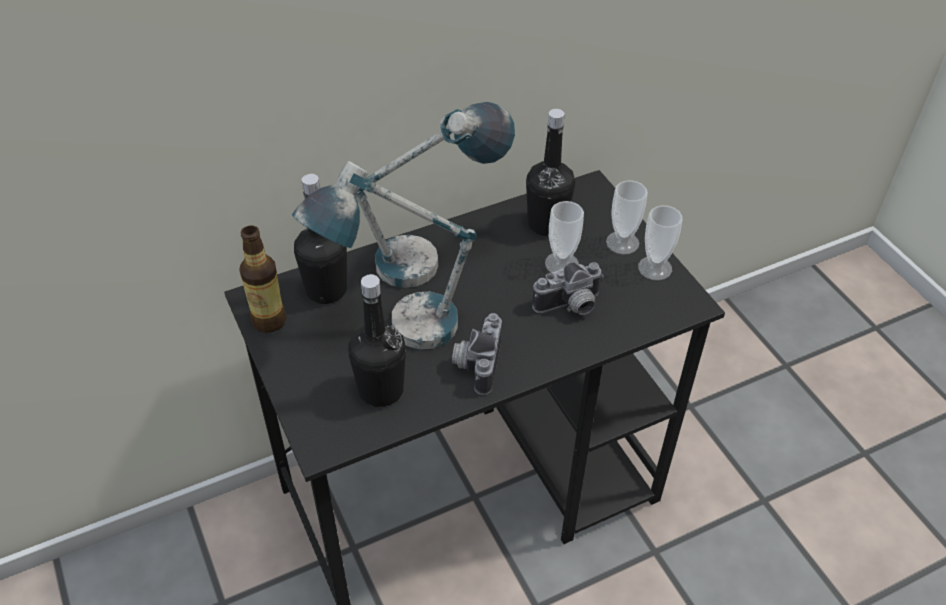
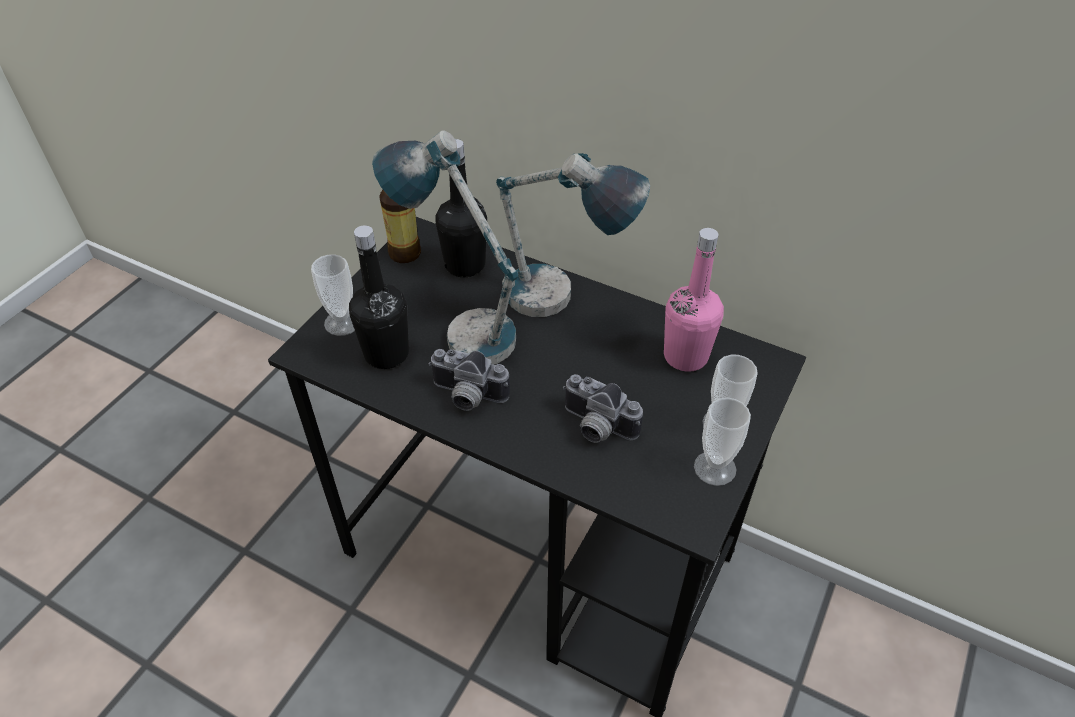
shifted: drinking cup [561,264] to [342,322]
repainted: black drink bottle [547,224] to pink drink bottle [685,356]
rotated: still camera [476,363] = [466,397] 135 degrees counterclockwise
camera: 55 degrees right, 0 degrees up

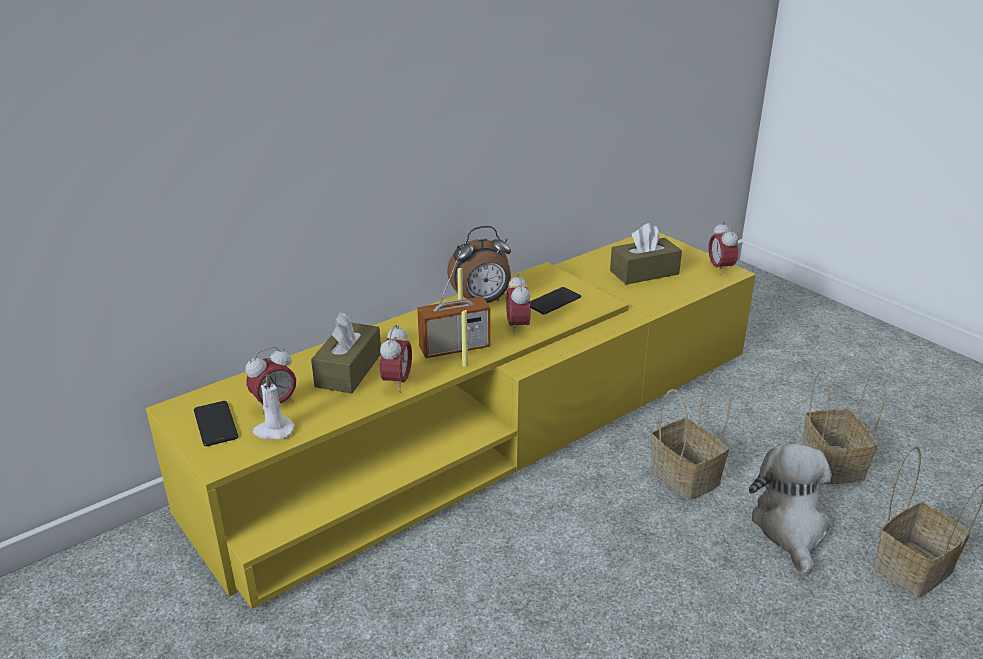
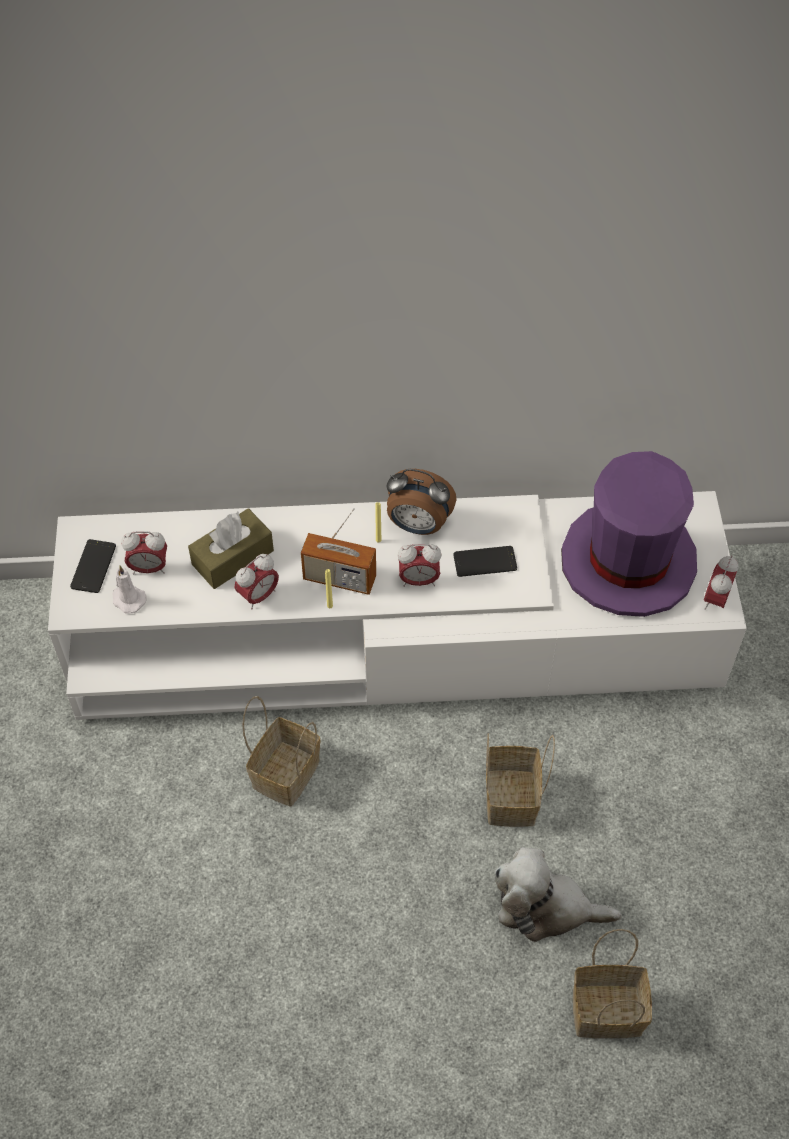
shifted: household basket [829,463] to [286,771]
swapped: brown-coloured box of tissues [644,272] to purplish wearable hat [627,562]
repainted: yellow tv unit [491,426] to white tv unit [394,637]
rotated: alarm clock [517,327] = [418,580] 120 degrees counterclockwise; plush toy [790,528] = [546,907] 120 degrees counterclockwise
camera: 35 degrees right, 25 degrees up

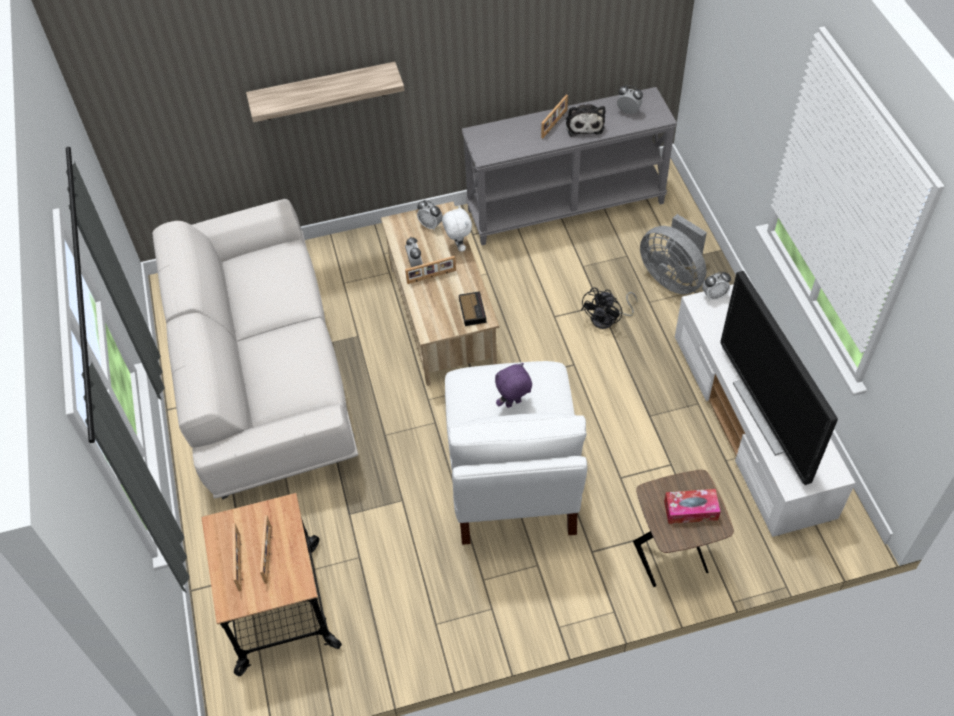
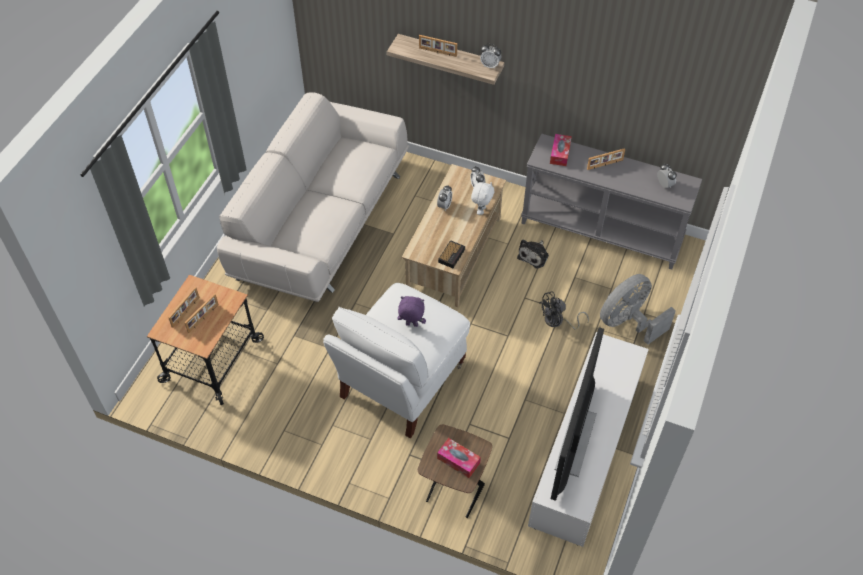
new: box of tissues [560,153]
shifted: photo frame [431,277] to [437,52]; alarm clock [714,296] to [490,65]; plush toy [584,124] to [534,255]
rotated: grey electric fan [672,277] = [628,322] 60 degrees clockwise
camera: 35 degrees right, 0 degrees up

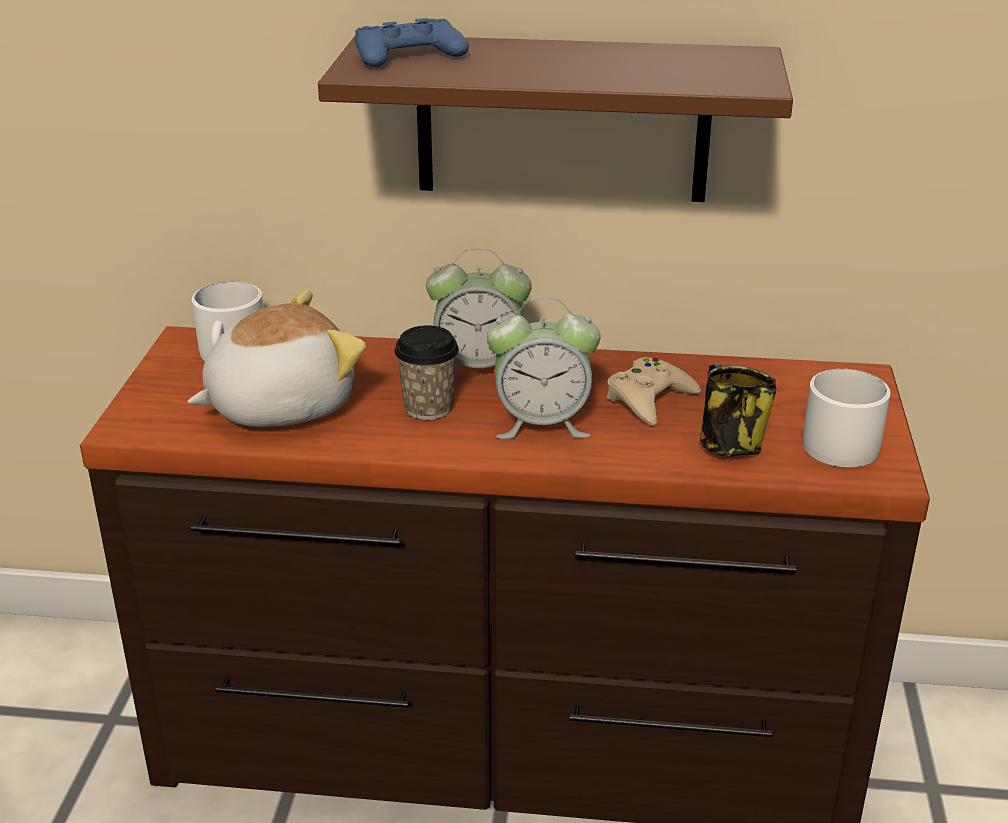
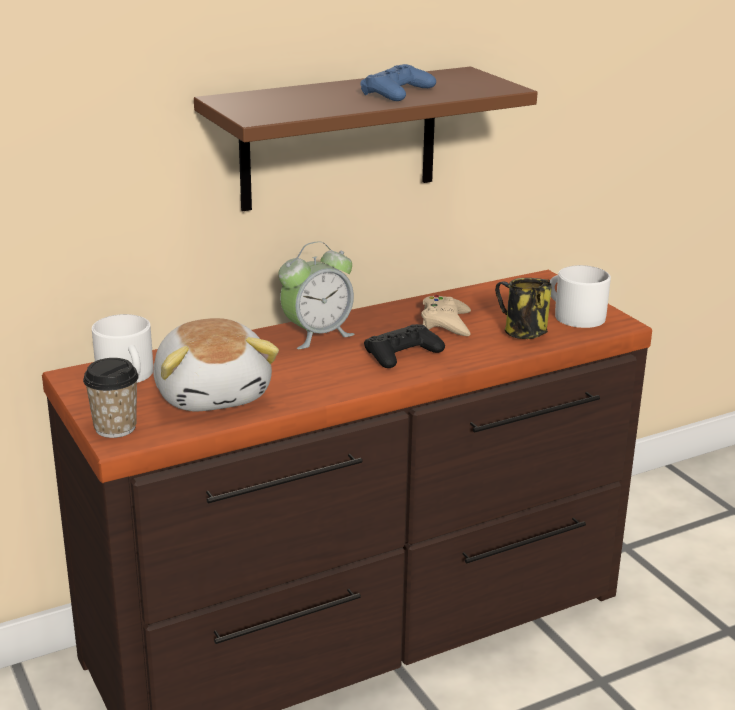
shifted: drinking cup [428,407] to [115,428]; bluish gamepad [408,56] to [397,92]
swapped: alarm clock [542,423] to black gamepad [402,354]
rotated: plush toy [279,405] = [214,394] 135 degrees clockwise
camera: 35 degrees left, 5 degrees down

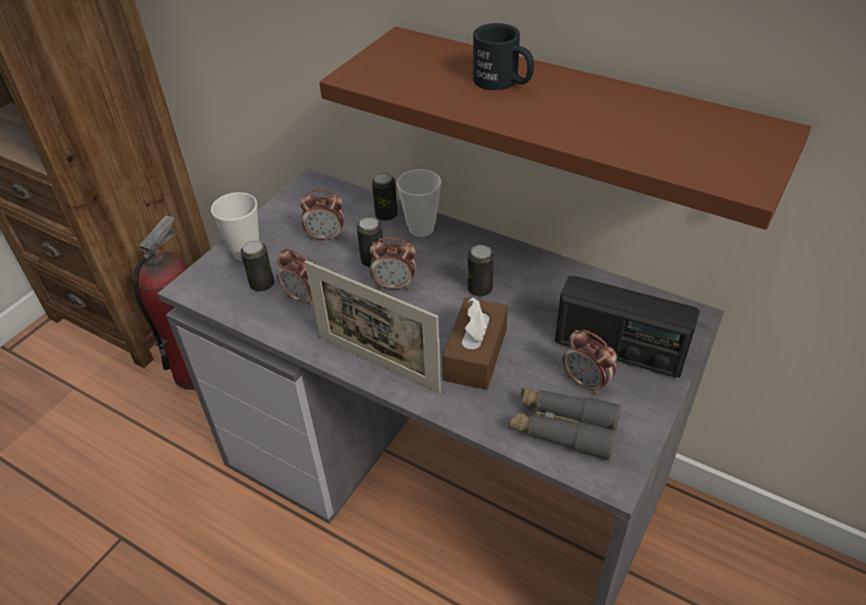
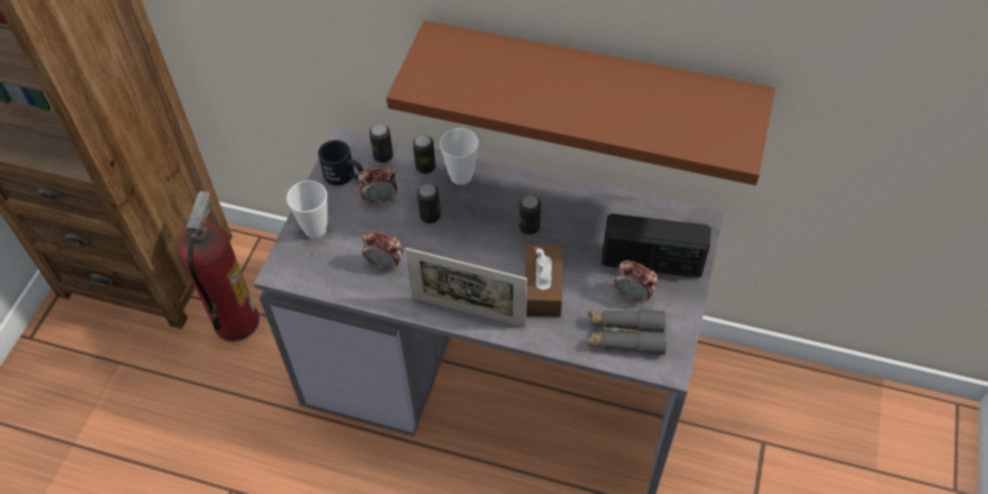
gone: alarm clock [395,285]
shifted: black coffee mug [503,82] to [345,176]; can [262,284] to [383,156]
camera: 15 degrees left, 10 degrees up

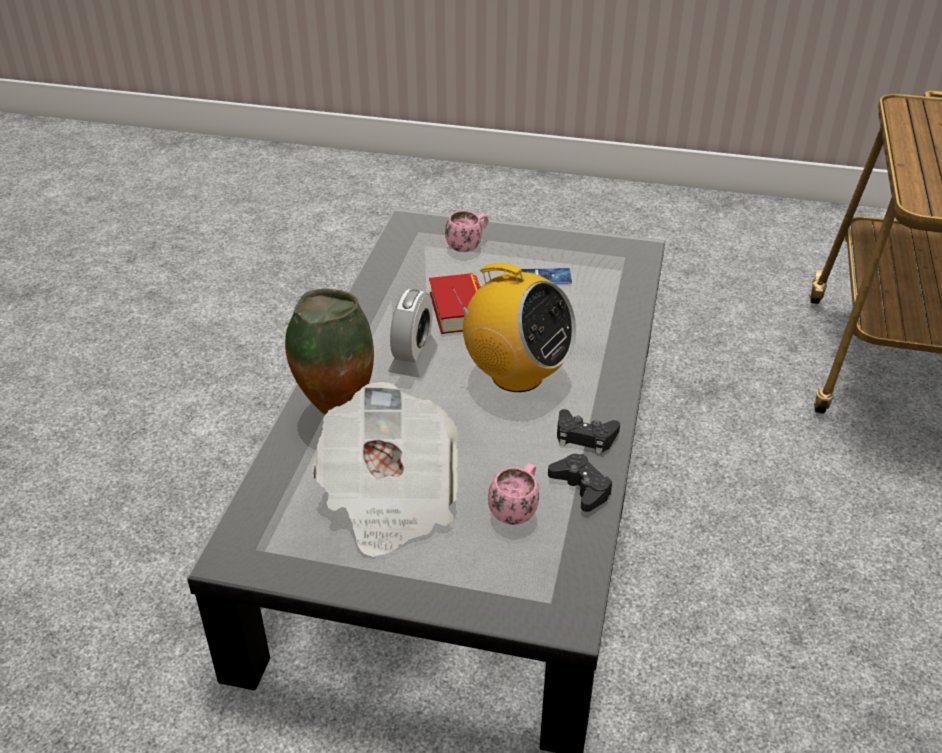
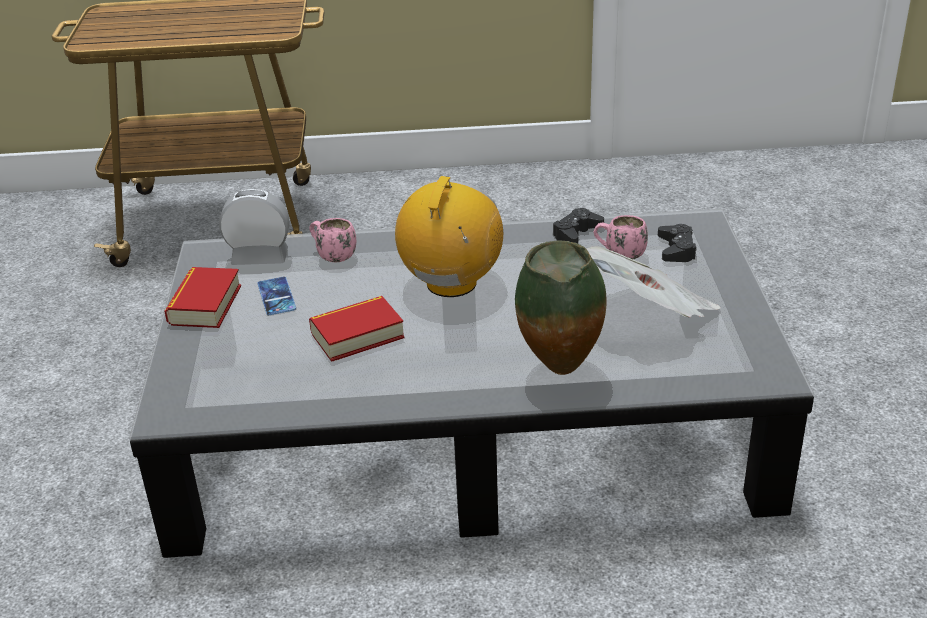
new: volume [205,305]
shifted: alarm clock [413,360] to [260,257]; pink coffee mug [468,245] to [332,256]; black gamepad [585,437] to [676,249]
camera: 105 degrees left, 5 degrees down

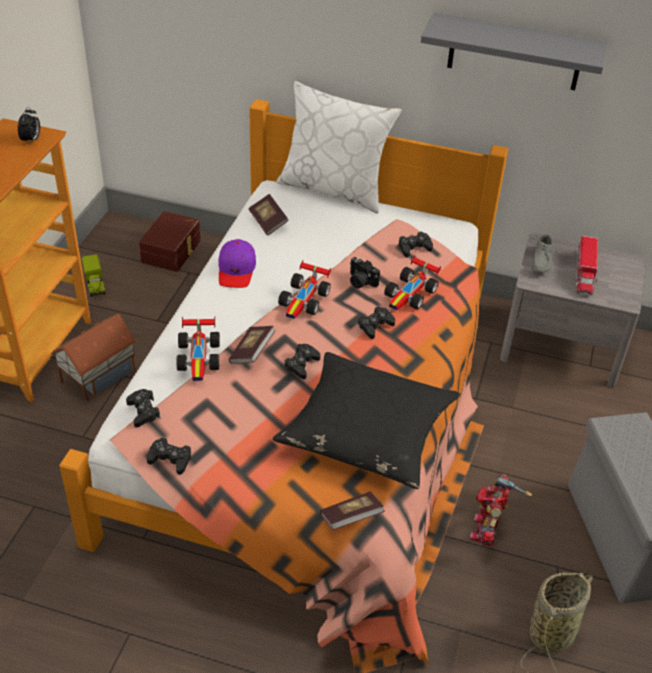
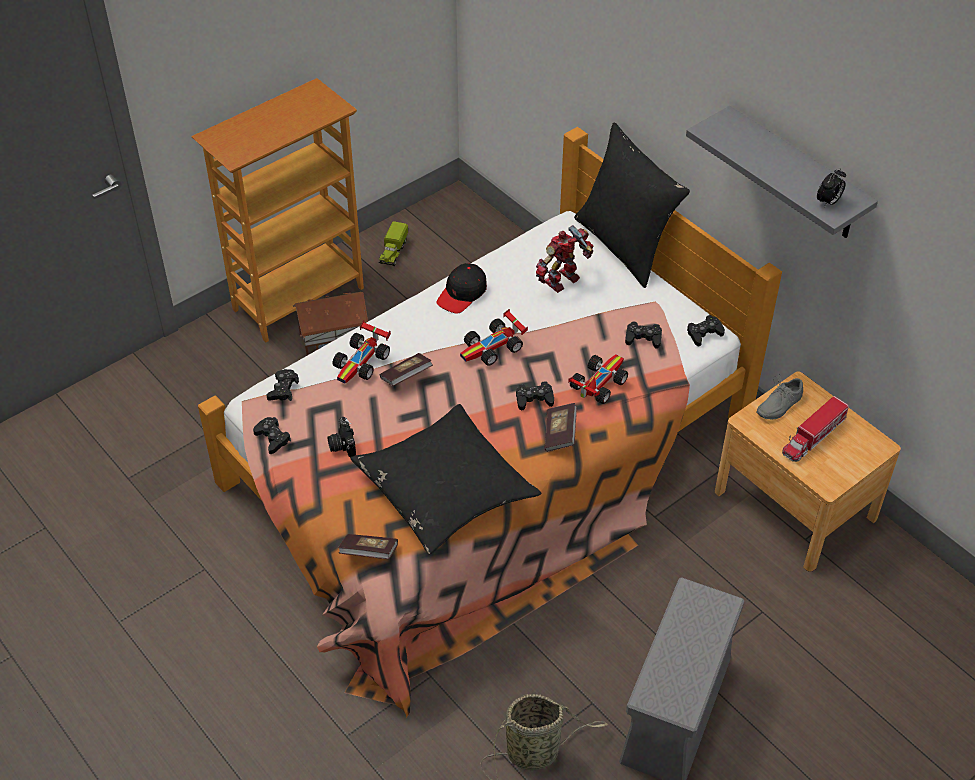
gone: brown-coloured storage bin [172,251]
shifted: still camera [360,282] to [342,445]; robot figure [487,530] to [563,282]; volume [268,222] to [560,434]; black gamepad [301,364] to [704,334]; alarm clock [31,140] to [828,202]
repainted: purplish peaked cap [236,270] to black peaked cap [462,294]; white pillow [334,189] to black pillow [625,245]; grey nightstand [562,344] to brown-coloured nightstand [795,504]
rotated: model car [411,294] = [597,383] 150 degrees clockwise
camera: 35 degrees right, 5 degrees up

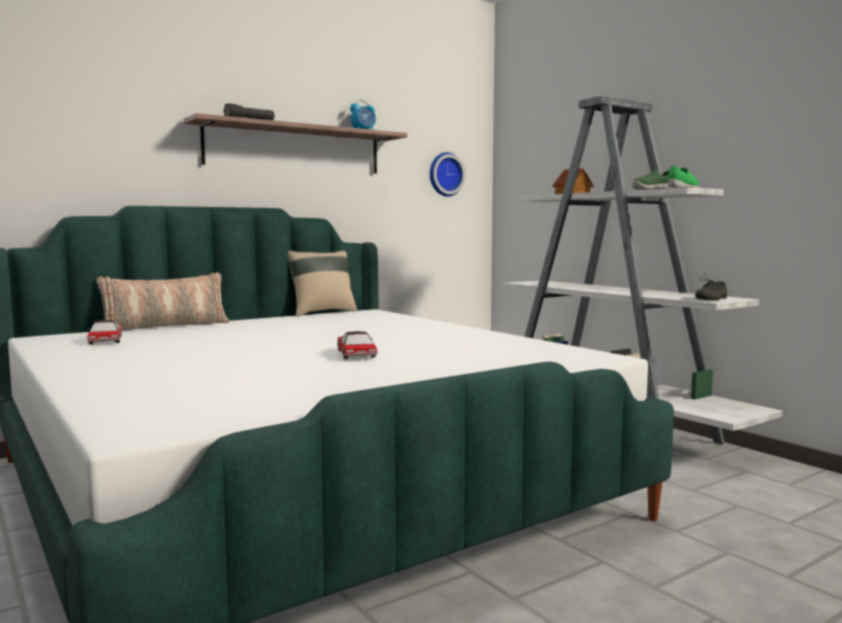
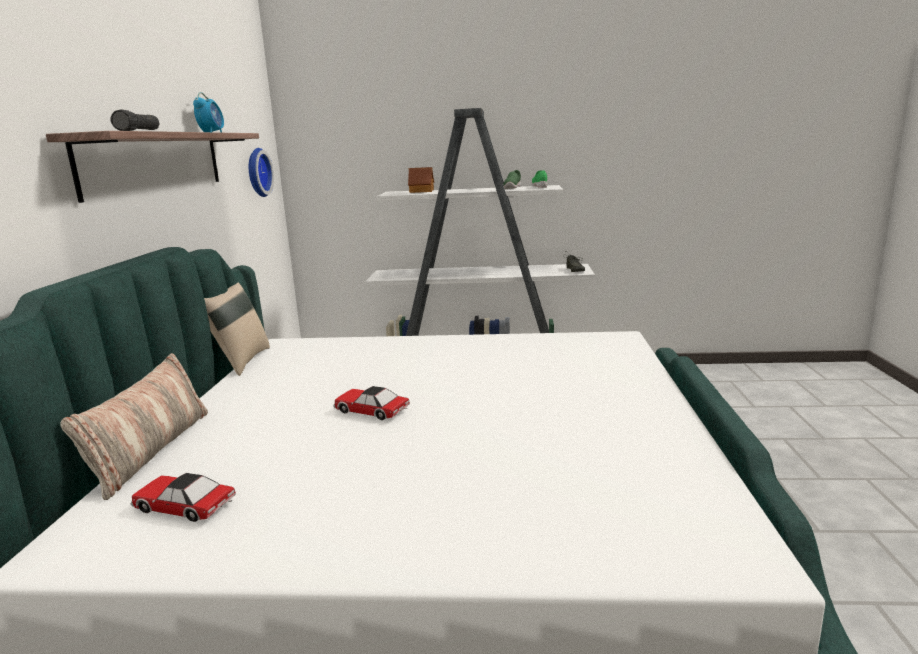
shifted: model car [356,354] to [371,410]
camera: 50 degrees left, 10 degrees up

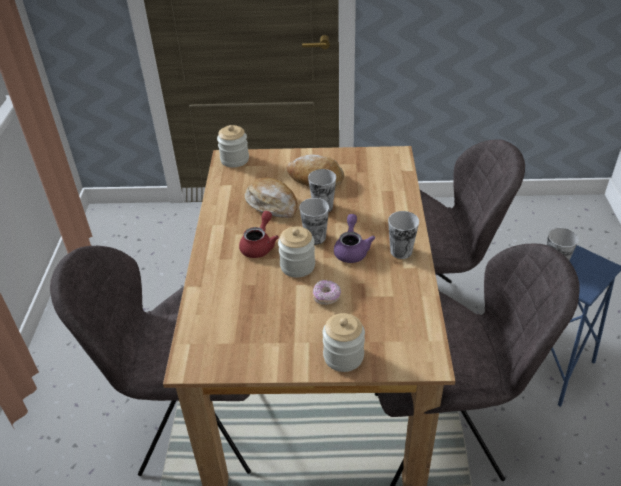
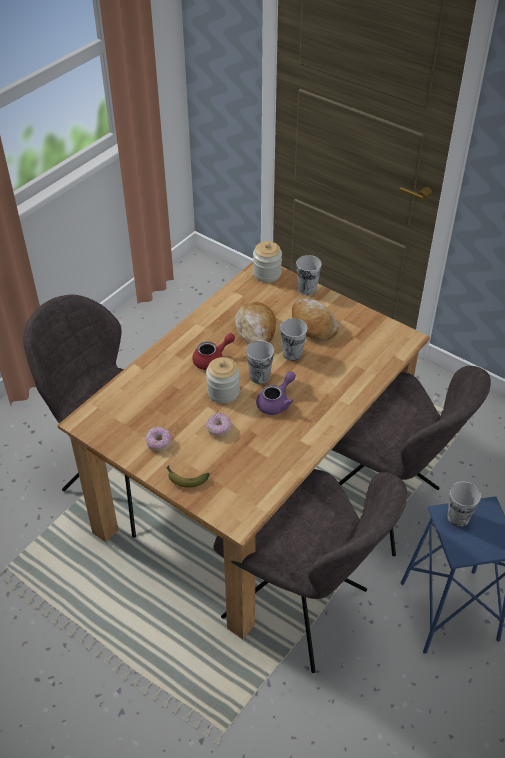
new: doughnut [159,443]
shifted: drinking cup [401,251] to [307,289]
swapped: jar [343,356] to banana fruit [185,479]
camera: 35 degrees right, 5 degrees up

